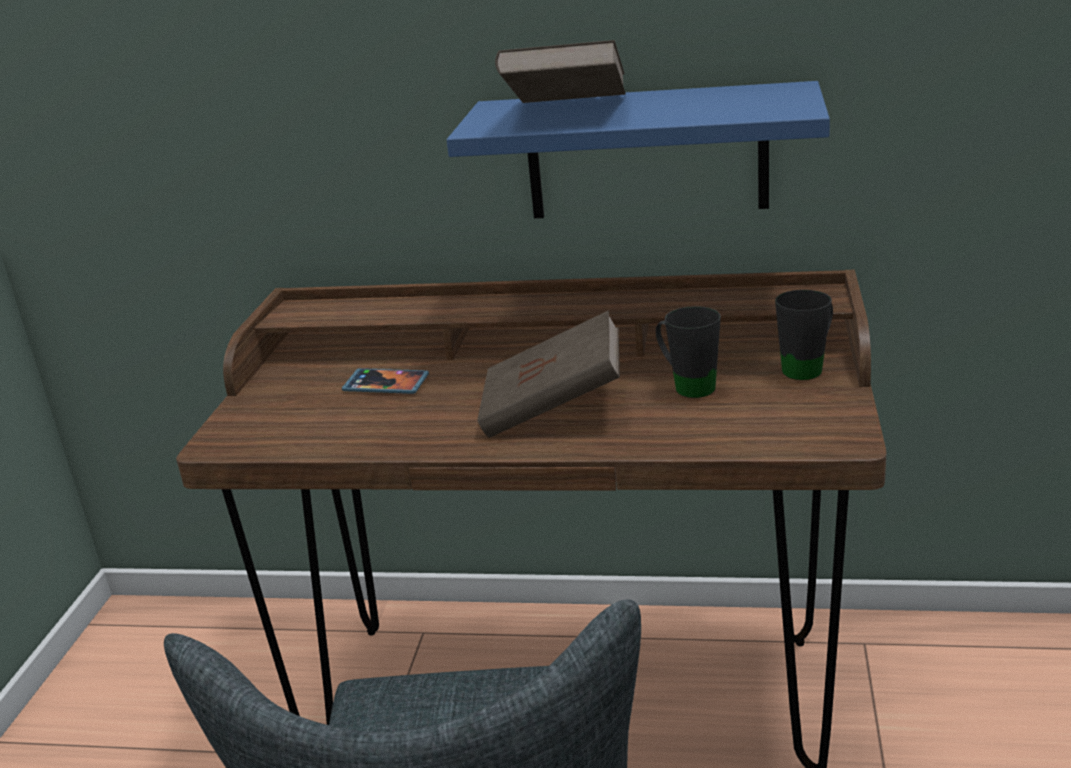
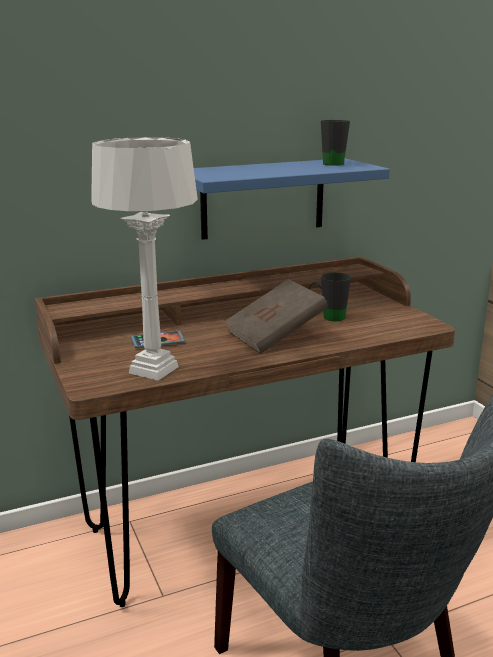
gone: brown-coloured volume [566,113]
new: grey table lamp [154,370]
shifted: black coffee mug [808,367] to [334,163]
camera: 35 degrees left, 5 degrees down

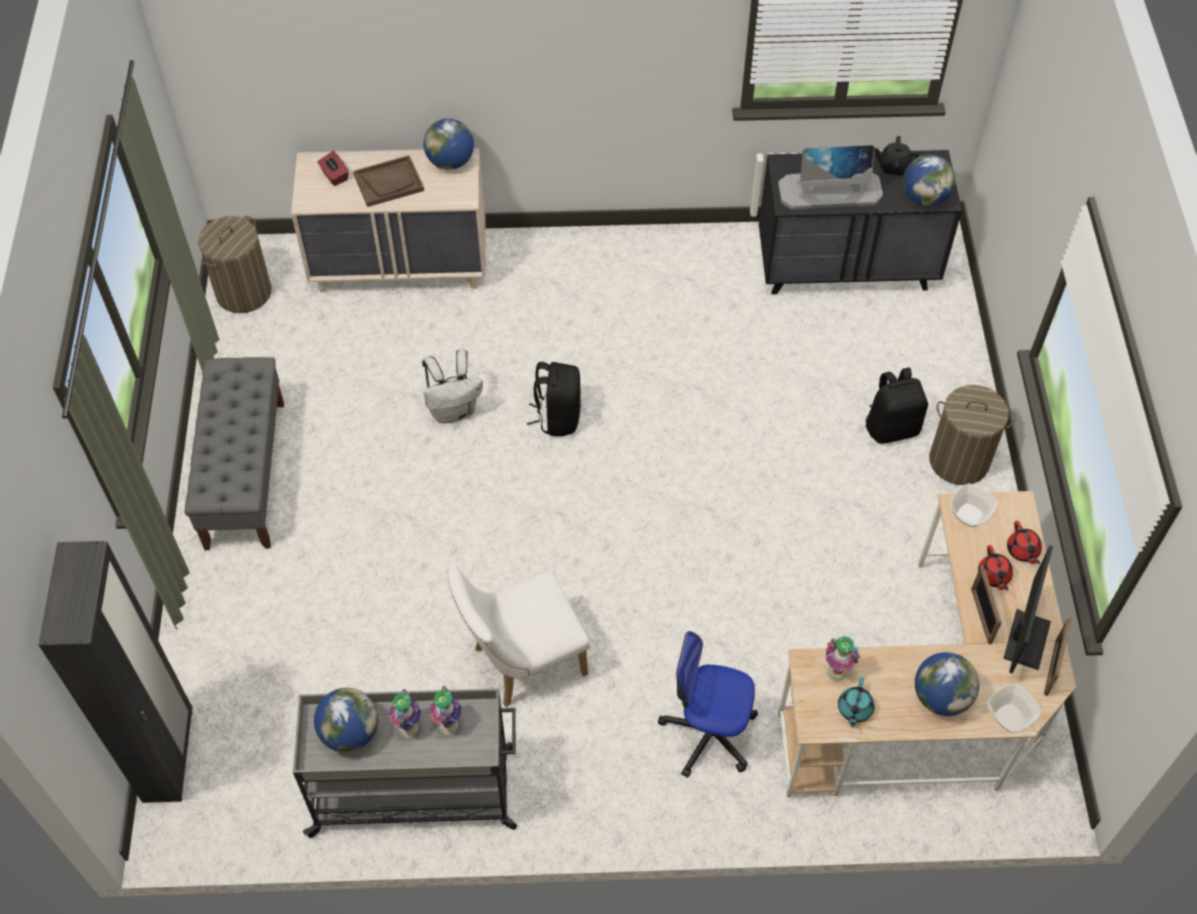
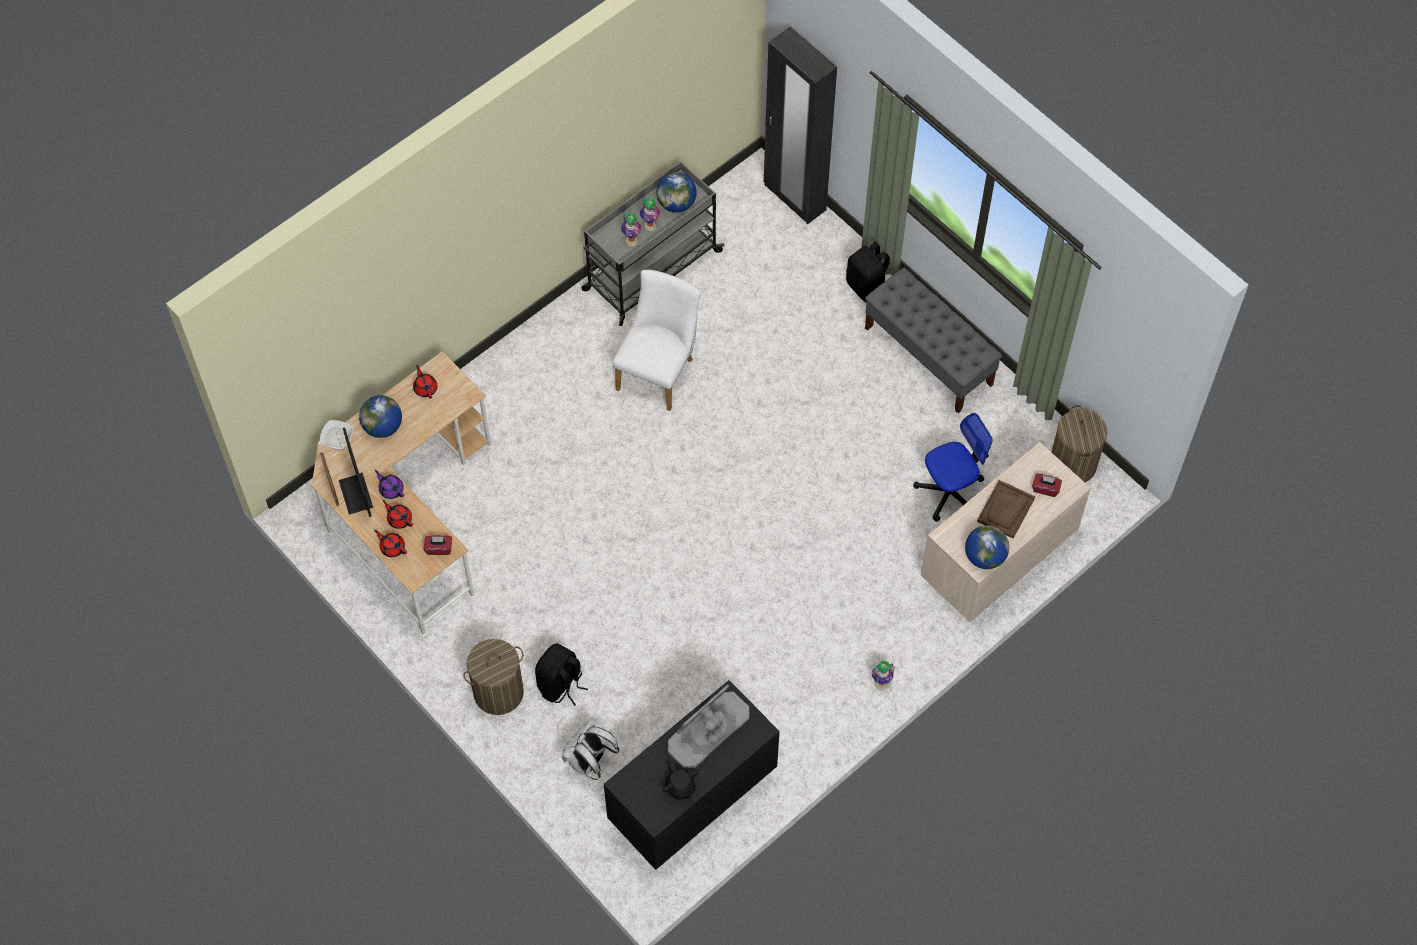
gone: desk globe [924,198]
shifted: white rucksack [454,410] to [589,762]; black rucksack [558,416] to [867,287]; vase [837,671] to [881,683]; desk chair [708,733] to [950,492]
swapped: photo frame [981,615] to purplish teapot [391,489]; deep dish [970,515] to red box of tissues [439,548]
repainted: blue-green teapot [854,709] to red teapot [425,388]
rotated: black teapot [893,167] = [680,788] 90 degrees clockwise
camera: 140 degrees right, 5 degrees up

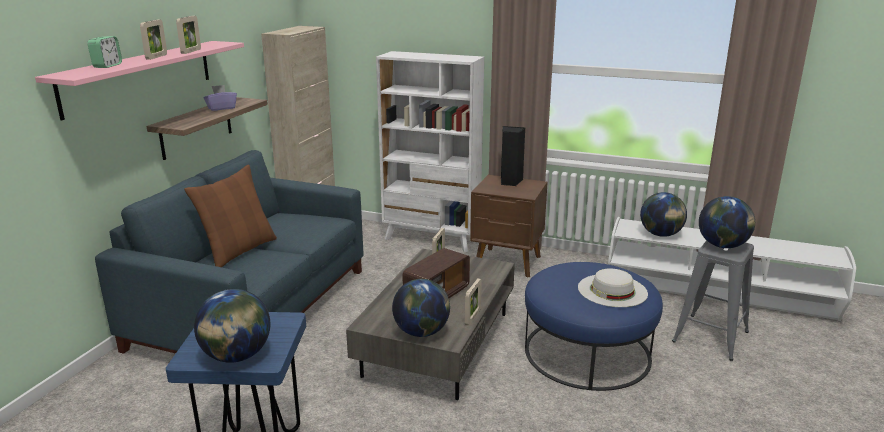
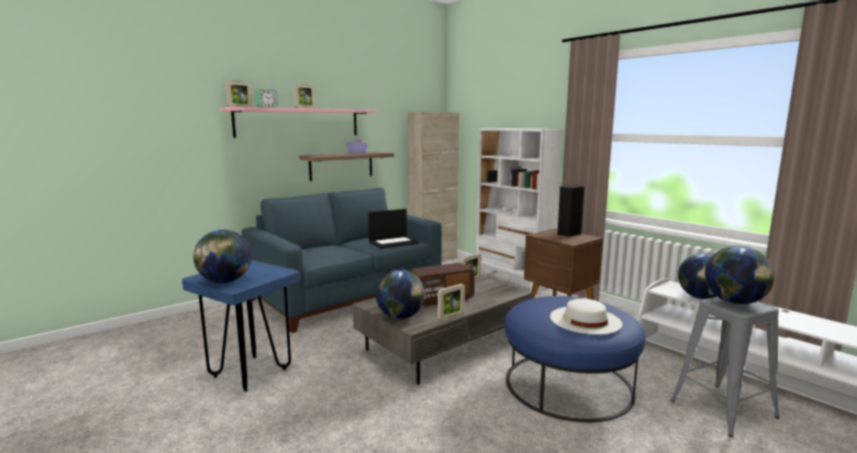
gone: brown-coloured pillow [239,251]
new: portable computer [394,242]
shifted: photo frame [191,51] to [240,107]
camera: 30 degrees right, 10 degrees down

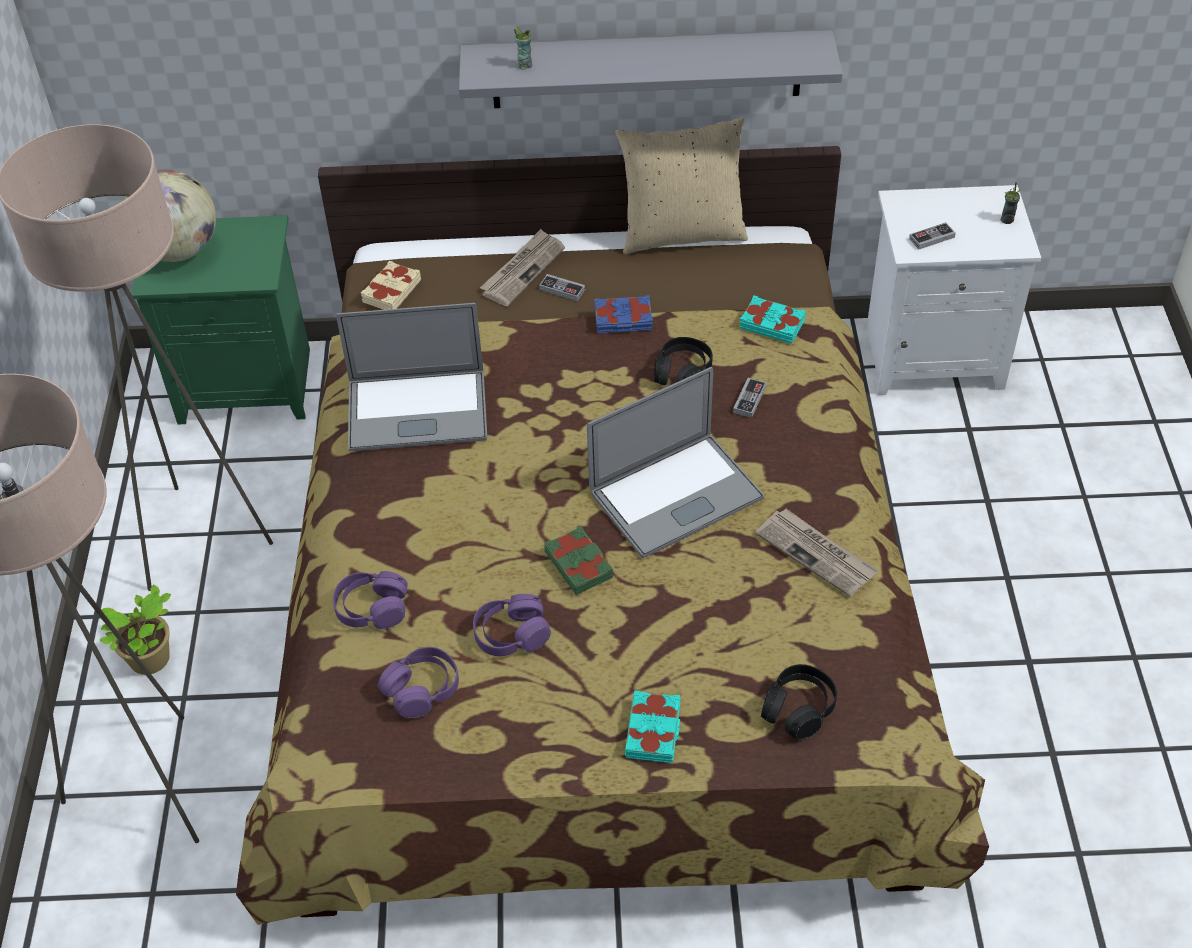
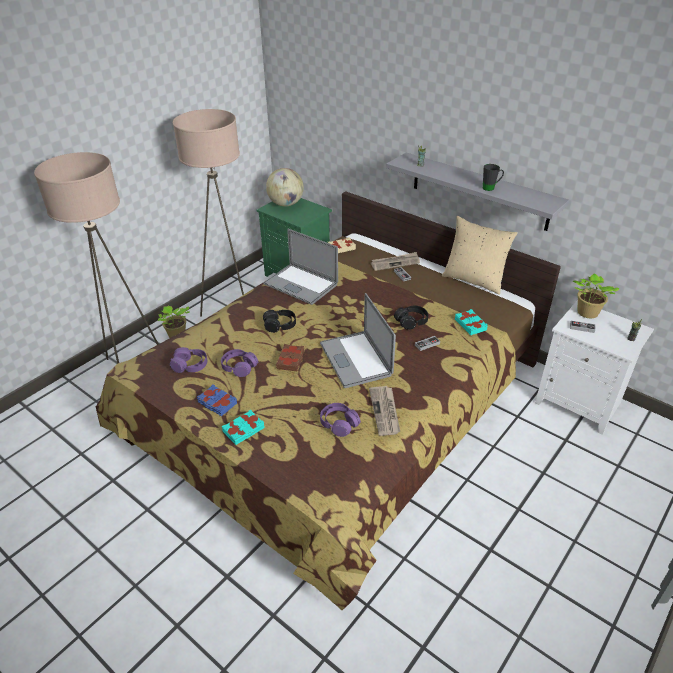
new: black coffee mug [491,188]; houseplant [586,313]
shifted: bluish volume [623,320] to [217,403]; black headphones [798,708] to [280,325]; purplish headphones [372,608] to [339,424]
repainted: green-coloured volume [579,564] to brown-coloured volume [291,360]
rotated: portable computer [676,495] = [355,359] 60 degrees clockwise
camera: 40 degrees right, 10 degrees down

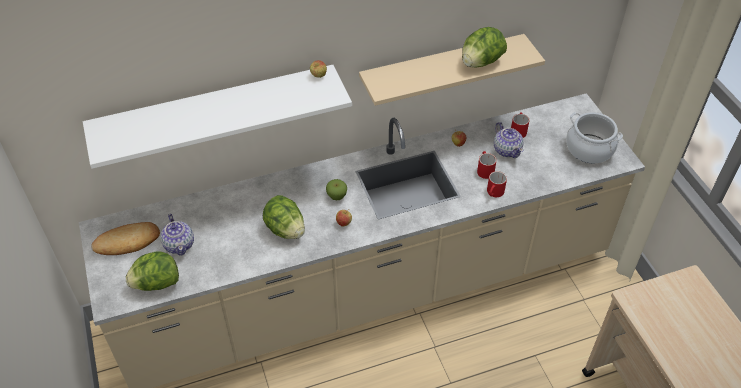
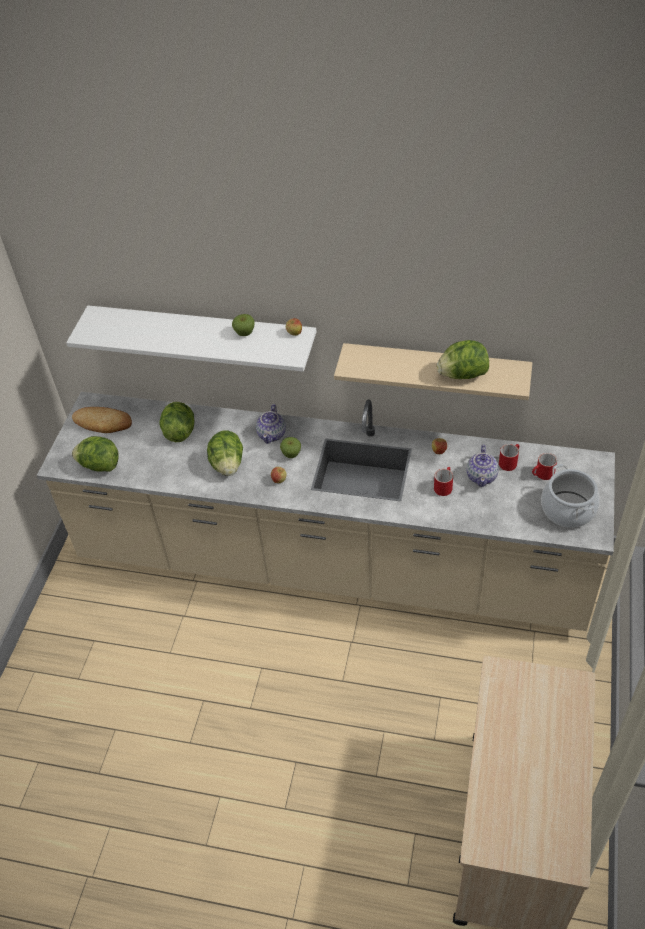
new: head of lettuce [179,431]; whole apple [244,333]
shifted: teapot [179,244] to [272,434]; red coffee mug [494,193] to [542,475]
camera: 35 degrees right, 0 degrees up

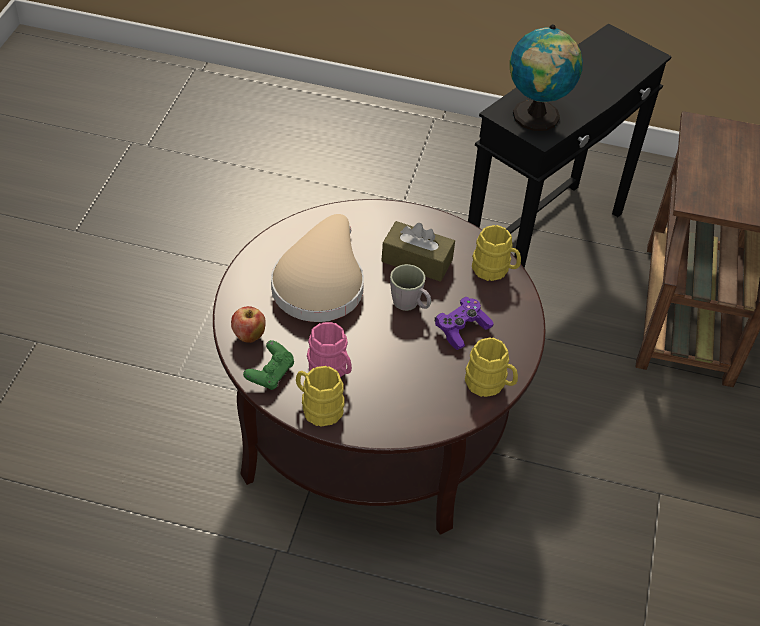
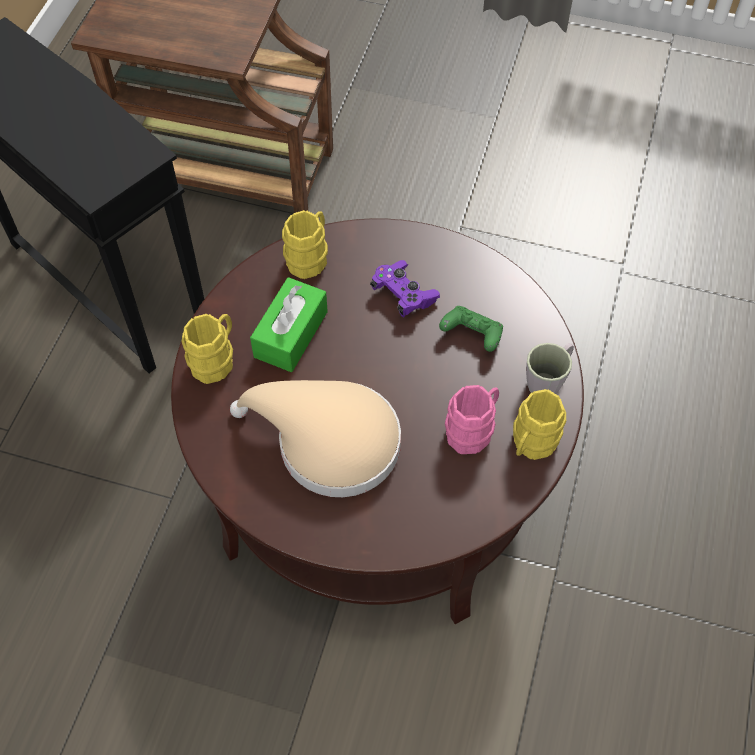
gone: whole apple [248,336]; desk globe [536,118]
shifted: yellow coffee mug [490,385] to [215,359]; green-coloured gamepad [270,374] to [472,335]; grey coffee mug [410,305] to [548,380]
repainted: brown-coloured box of tissues [417,261] to green-coloured box of tissues [291,334]
camera: 85 degrees left, 10 degrees up

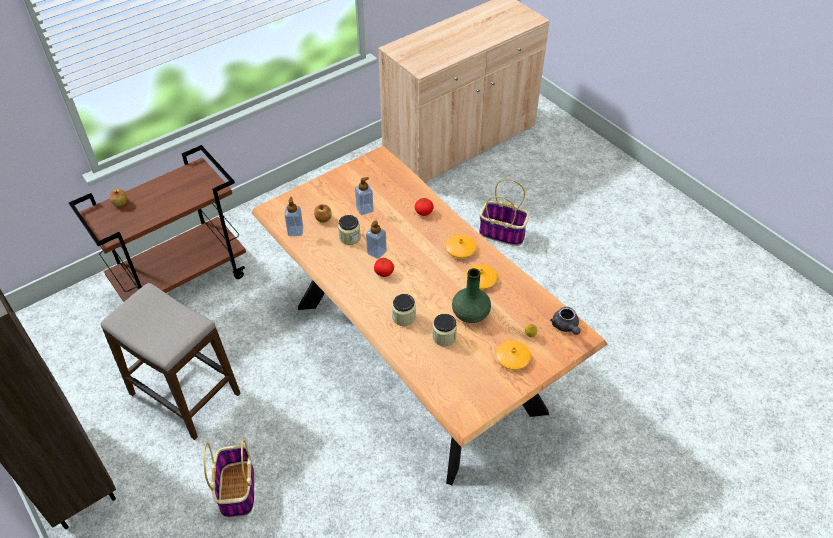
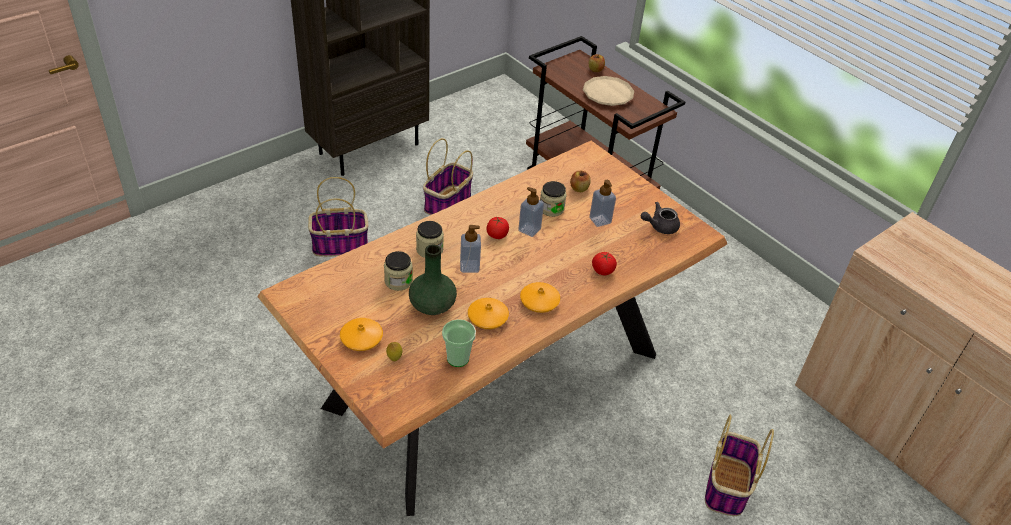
new: drinking cup [458,358]; beige dinner plate [607,94]
shifted: liquid soap bottle [295,231] to [469,266]; grey teapot [565,326] to [659,226]
swapped: stool [185,394] to household basket [447,204]
camera: 85 degrees right, 5 degrees down

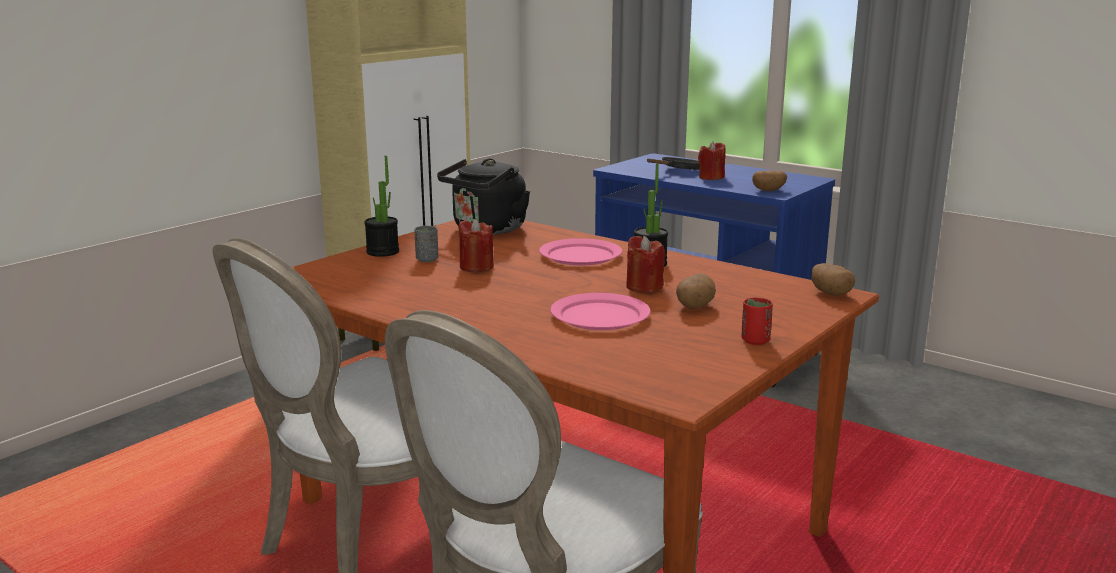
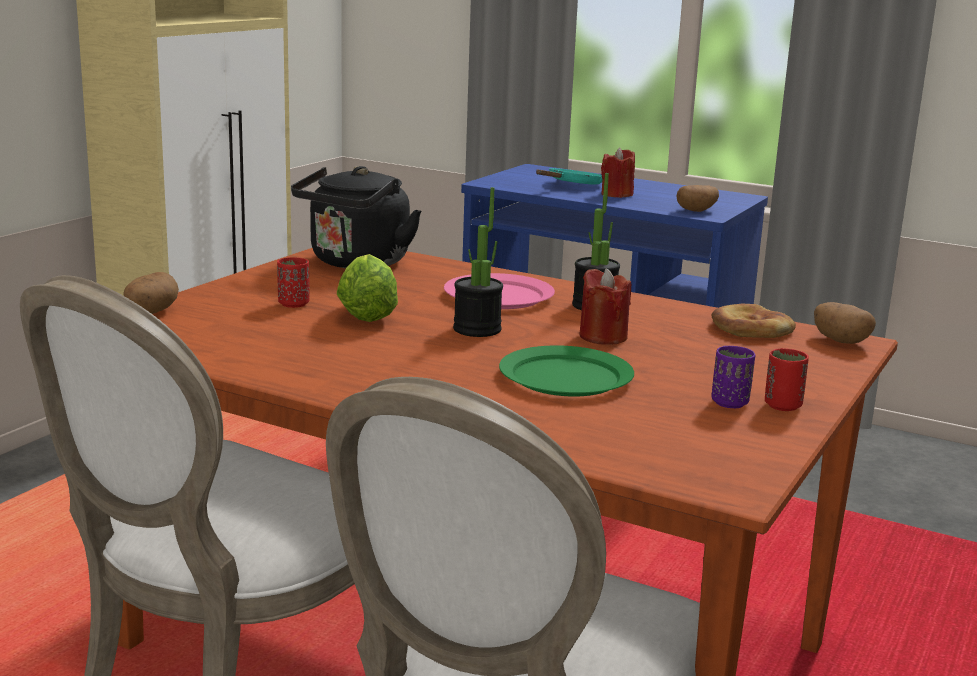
new: bakery bread [750,328]; purplish drinking cup [730,403]
shifted: potato [694,306] to [150,312]; houseplant [382,252] to [477,329]
swapped: red candle [476,267] to head of lettuce [367,313]
repainted: grey drinking cup [427,259] to red drinking cup [293,304]; pink dinner plate [599,316] to green-coloured dinner plate [565,377]; black skillet [680,170] to blue-green skillet [572,185]
camera: 10 degrees left, 0 degrees up

